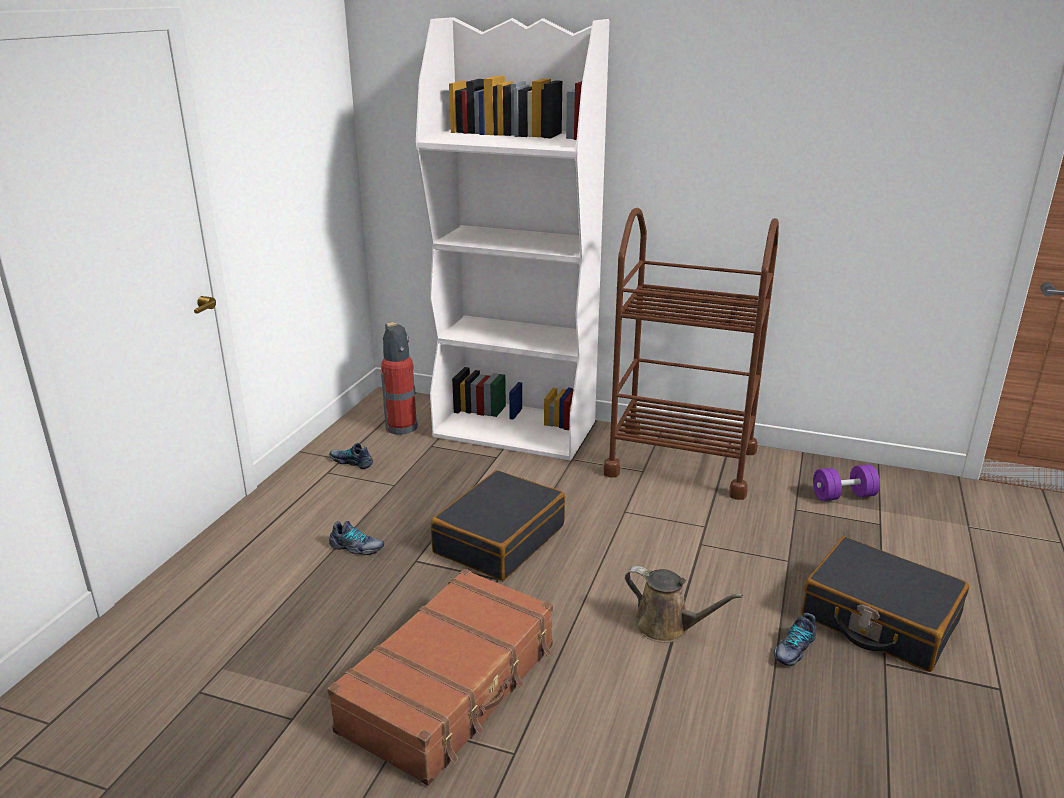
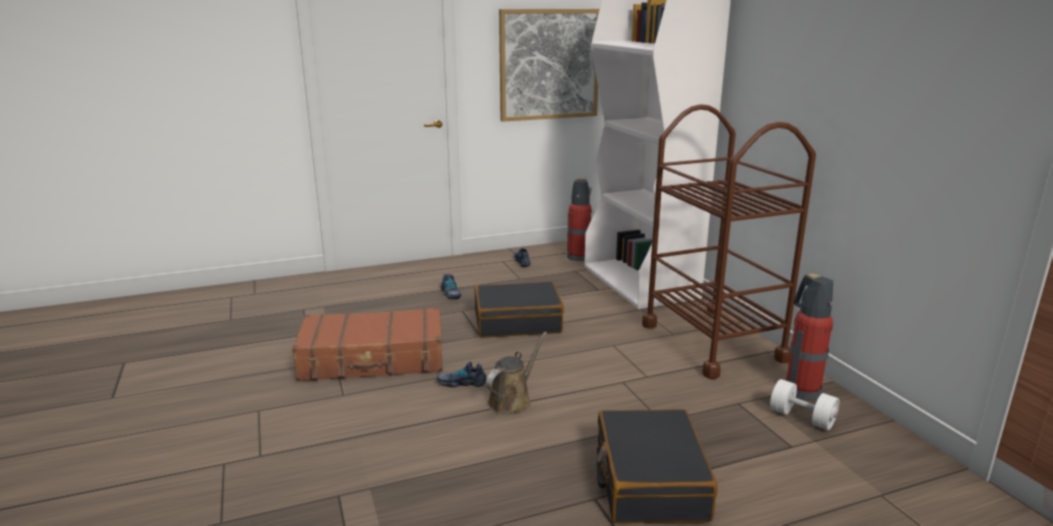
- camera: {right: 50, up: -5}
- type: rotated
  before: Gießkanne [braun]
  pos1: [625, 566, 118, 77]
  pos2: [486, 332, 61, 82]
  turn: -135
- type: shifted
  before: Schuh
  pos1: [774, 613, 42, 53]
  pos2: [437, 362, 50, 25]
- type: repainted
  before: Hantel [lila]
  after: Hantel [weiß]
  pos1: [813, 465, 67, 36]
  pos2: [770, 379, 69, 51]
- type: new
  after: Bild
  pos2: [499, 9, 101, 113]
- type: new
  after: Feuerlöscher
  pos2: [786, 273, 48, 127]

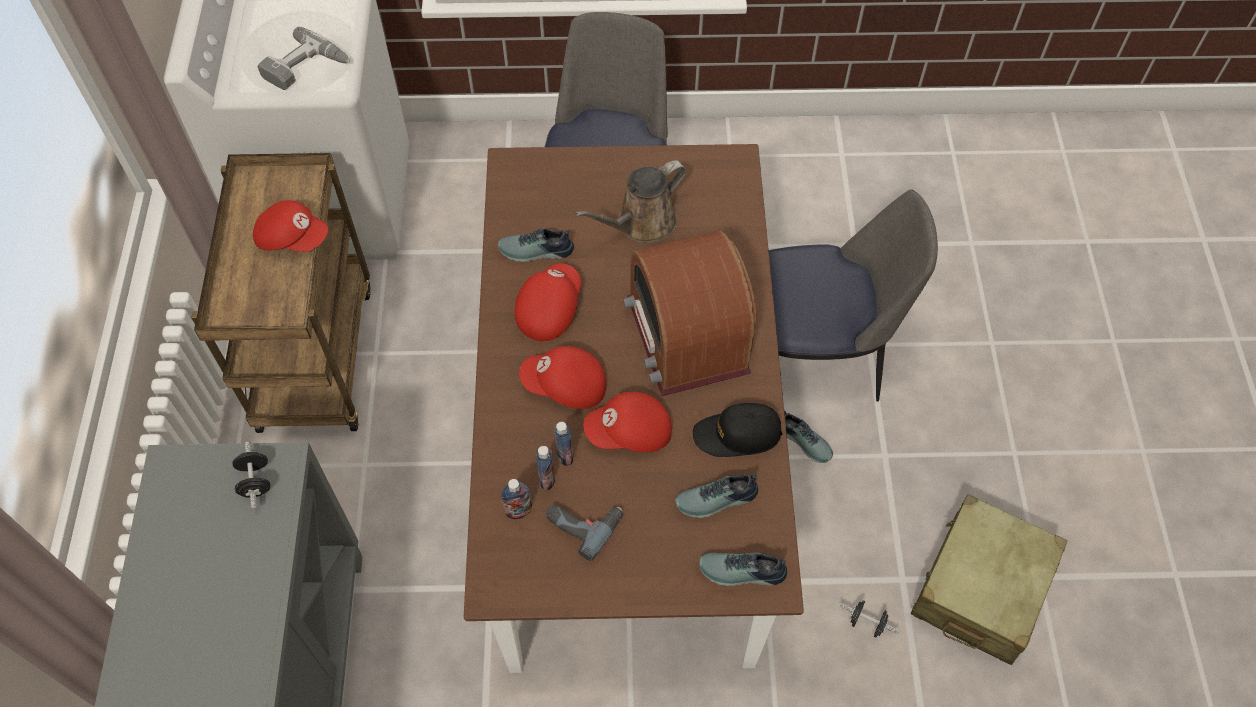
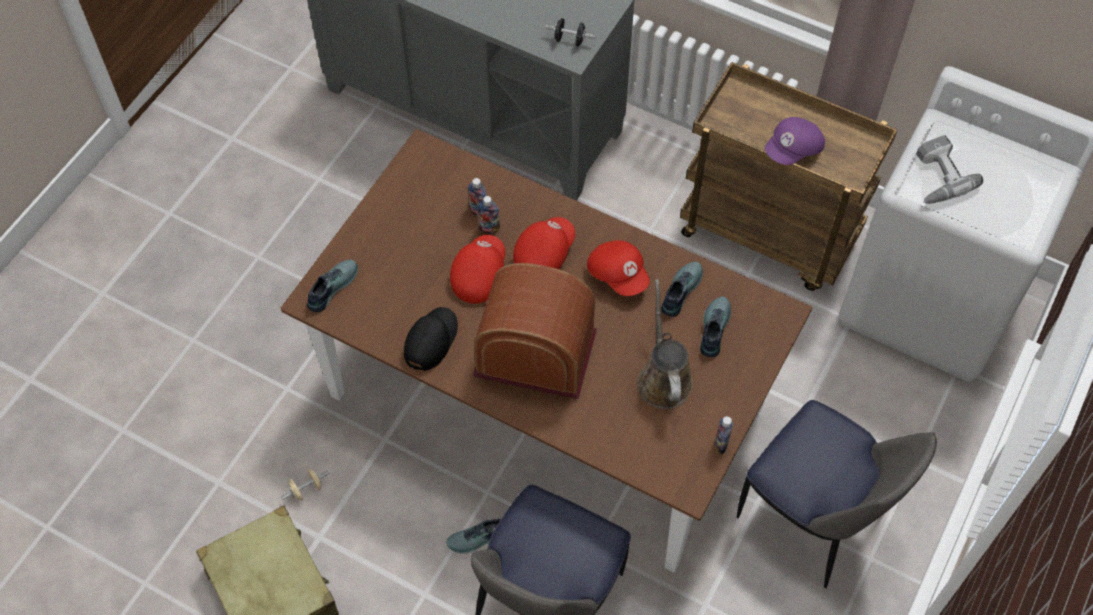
- camera: {right: 120, up: 0}
- type: repainted
  before: Kappe [rot]
  after: Kappe [lila]
  pos1: [253, 200, 75, 52]
  pos2: [765, 117, 60, 48]
- type: shifted
  before: Flasche
  pos1: [501, 479, 31, 40]
  pos2: [714, 416, 19, 38]
- type: gone
  before: Bohrmaschine
  pos1: [545, 504, 78, 57]
- type: shifted
  before: Schuh
  pos1: [675, 474, 83, 44]
  pos2: [700, 296, 31, 61]
- type: repainted
  before: Hantel [schwarz]
  after: Hantel [beige]
  pos1: [840, 600, 59, 37]
  pos2: [281, 469, 48, 32]

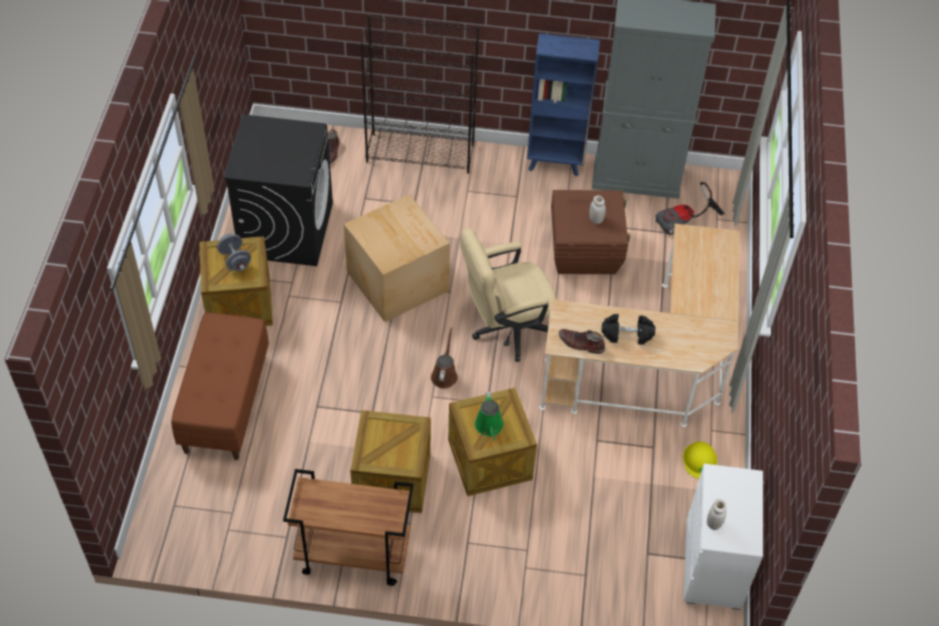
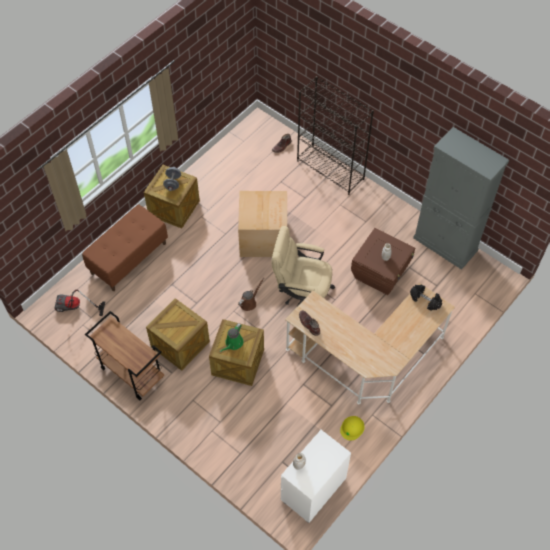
- camera: {right: 35, up: 5}
- type: gone
  before: Waschmaschine [schwarz]
  pos1: [223, 114, 110, 152]
- type: gone
  before: Bücherregal [blau]
  pos1: [527, 33, 73, 143]
- type: shifted
  before: Hantel [schwarz]
  pos1: [602, 314, 53, 31]
  pos2: [410, 285, 32, 26]
- type: shifted
  before: Staubsauger
  pos1: [655, 182, 70, 53]
  pos2: [54, 290, 51, 26]

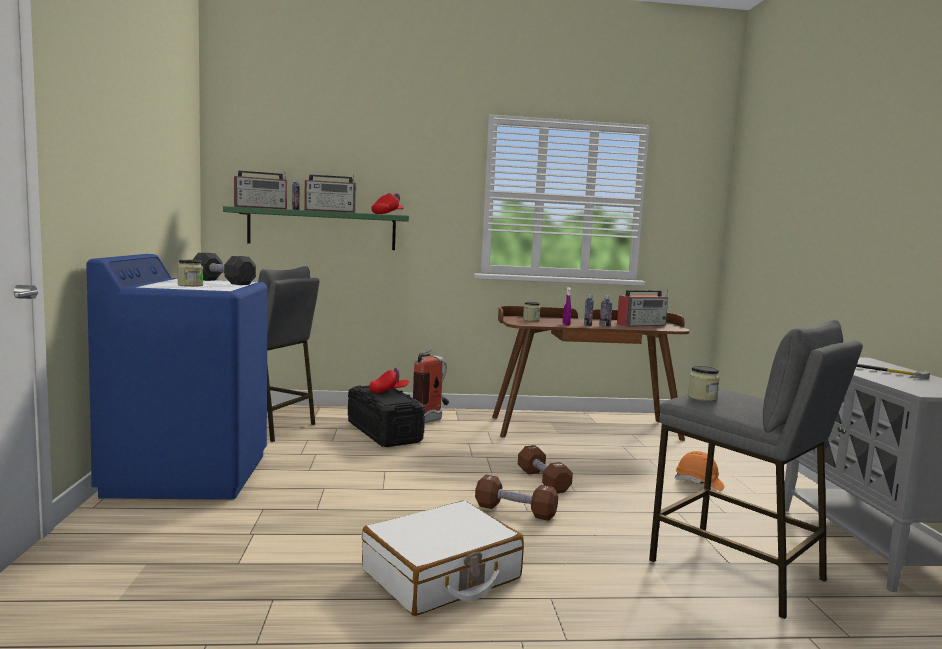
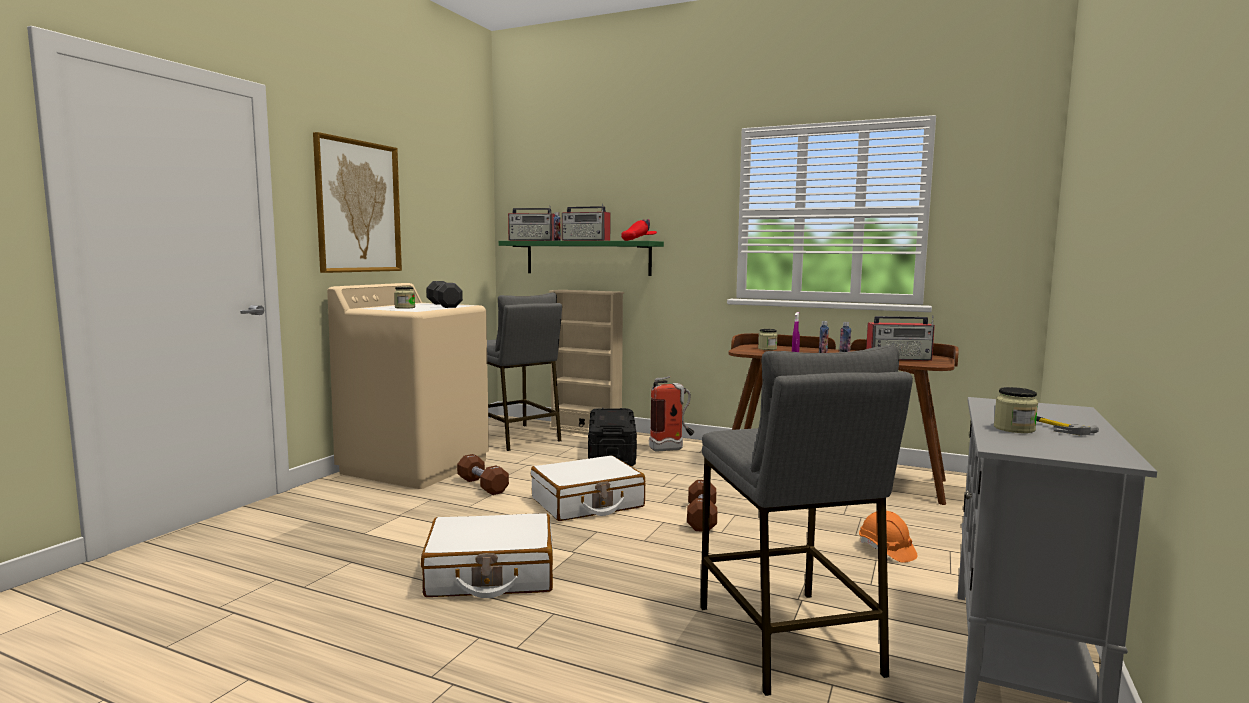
- camera: {right: 30, up: 0}
- type: repainted
  before: Waschmaschine [blau]
  after: Waschmaschine [beige]
  pos1: [86, 254, 181, 246]
  pos2: [327, 283, 162, 206]
- type: gone
  before: Kappe [rot]
  pos1: [369, 368, 40, 25]
- type: shifted
  before: Hantel [braun]
  pos1: [475, 475, 83, 46]
  pos2: [457, 454, 52, 41]
- type: shifted
  before: Vorratsglas
  pos1: [688, 366, 32, 35]
  pos2: [994, 387, 44, 46]
- type: new
  after: Bild
  pos2: [313, 132, 89, 141]
- type: new
  after: Koffer [weiß]
  pos2: [531, 456, 114, 65]
- type: new
  after: Bücherregal [beige]
  pos2: [549, 290, 75, 144]

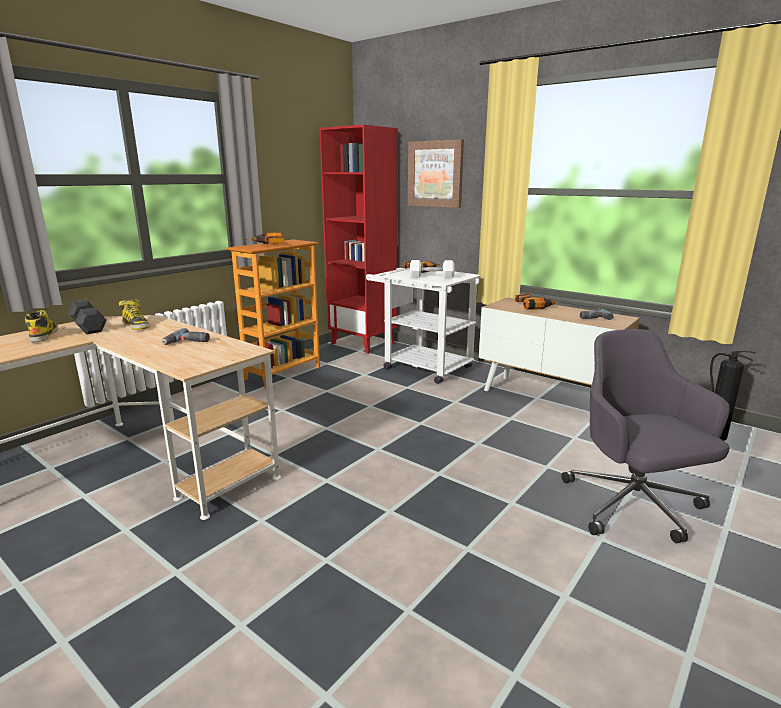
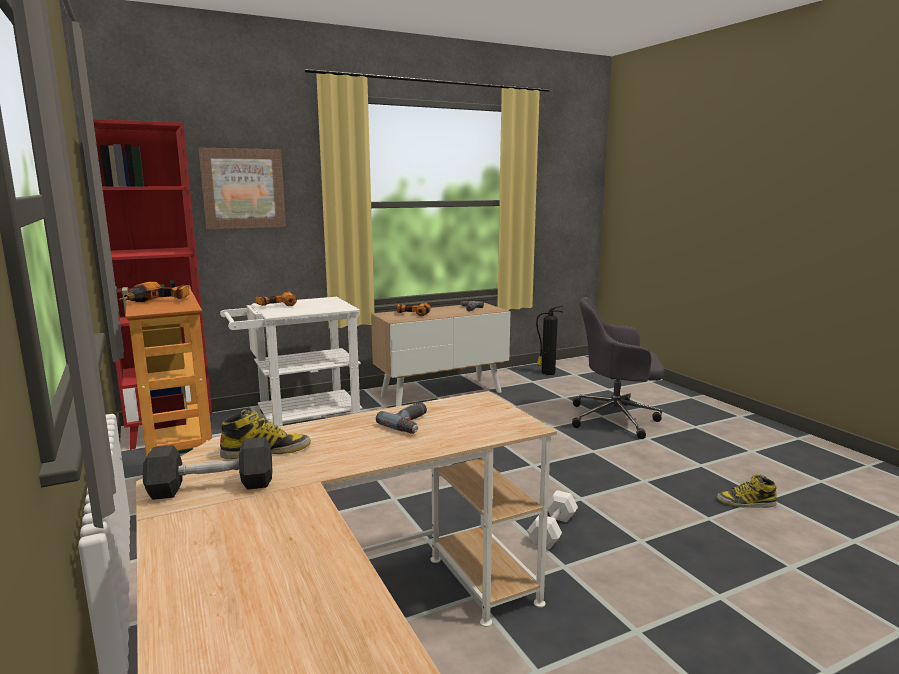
- camera: {right: -65, up: -5}
- type: shifted
  before: Stiefel
  pos1: [25, 310, 33, 32]
  pos2: [717, 474, 60, 34]
- type: shifted
  before: Hantel [weiß]
  pos1: [410, 260, 45, 18]
  pos2: [527, 490, 51, 59]

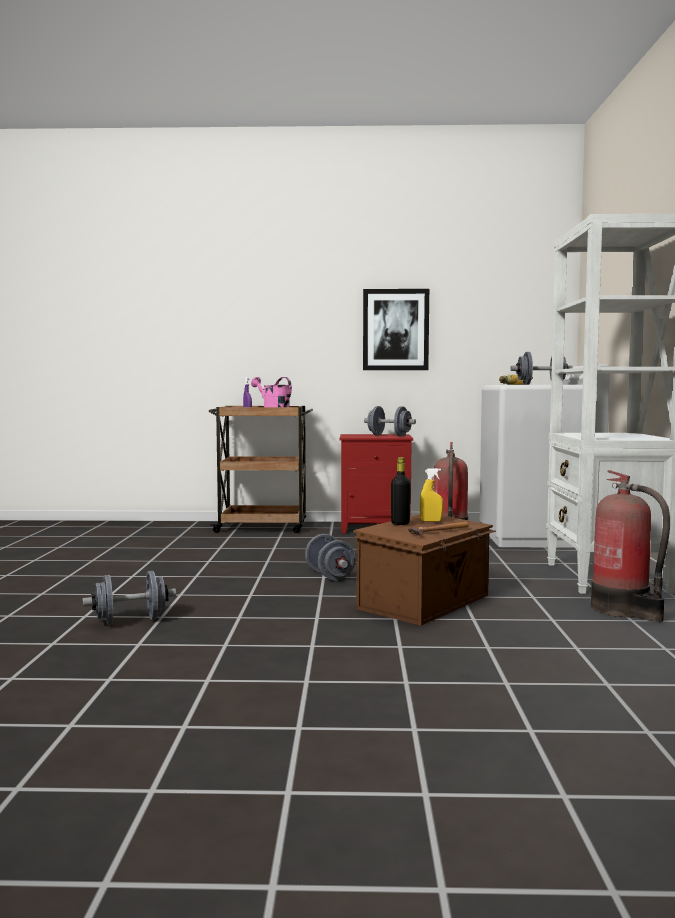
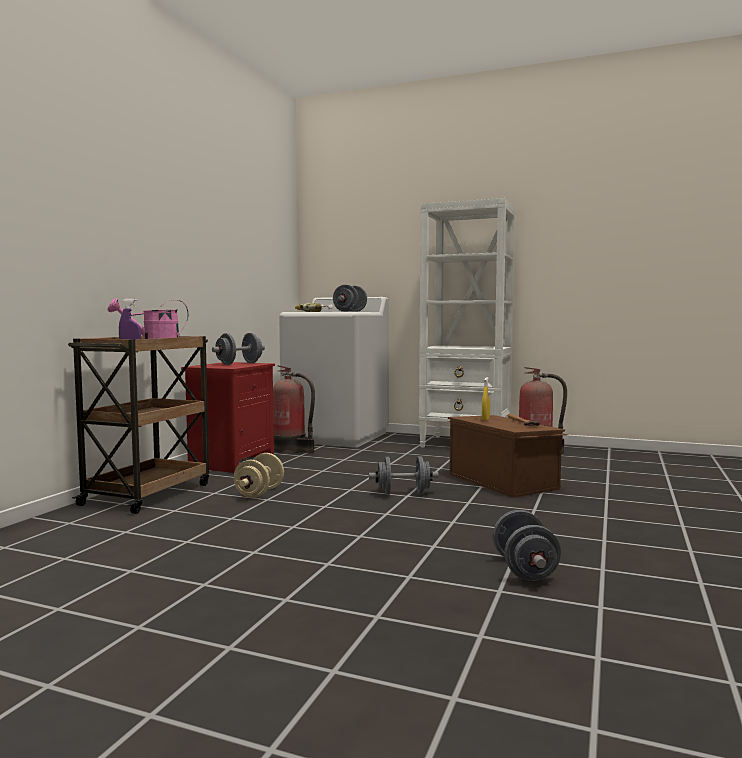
- camera: {right: -70, up: 0}
- type: gone
  before: Bild
  pos1: [363, 289, 66, 81]
- type: gone
  before: Flasche [schwarz]
  pos1: [391, 457, 20, 68]
- type: new
  after: Hantel [beige]
  pos2: [234, 453, 50, 45]

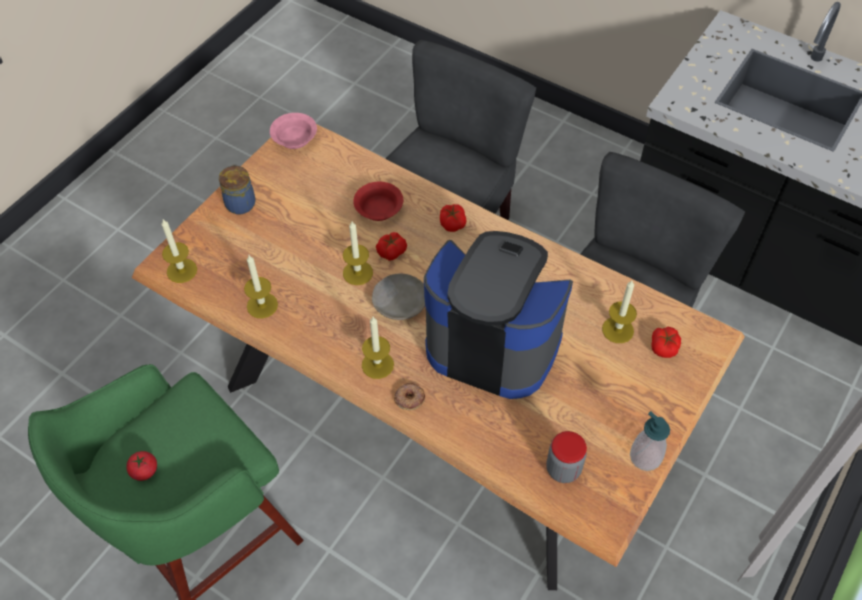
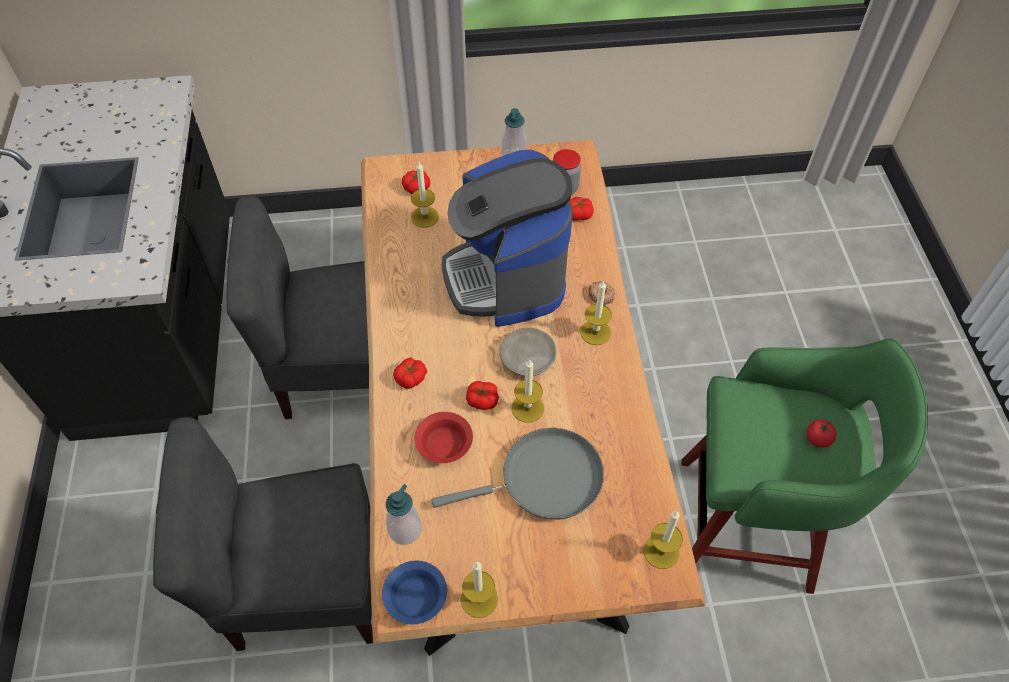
- camera: {right: -130, up: 0}
- type: gone
  before: Vorratsglas
  pos1: [219, 164, 37, 50]
- type: shifted
  before: Kerze
  pos1: [244, 255, 34, 64]
  pos2: [461, 562, 37, 56]
- type: repainted
  before: Schüssel [rosa]
  after: Schüssel [blau]
  pos1: [270, 113, 47, 36]
  pos2: [382, 561, 65, 63]
- type: new
  after: Seifenspender
  pos2: [386, 484, 36, 61]
- type: new
  after: Pfanne [grau]
  pos2: [431, 428, 173, 92]
- type: new
  after: Tomate
  pos2: [569, 197, 25, 24]

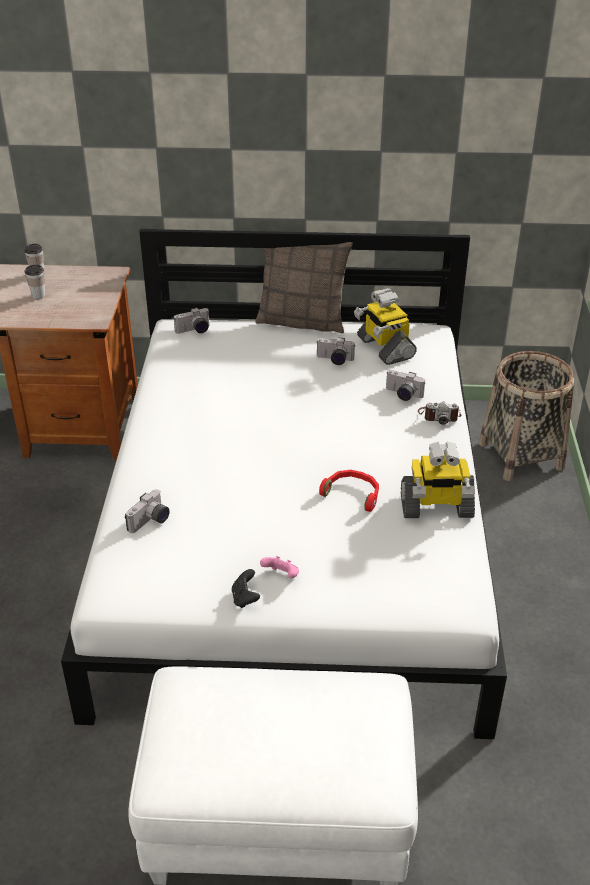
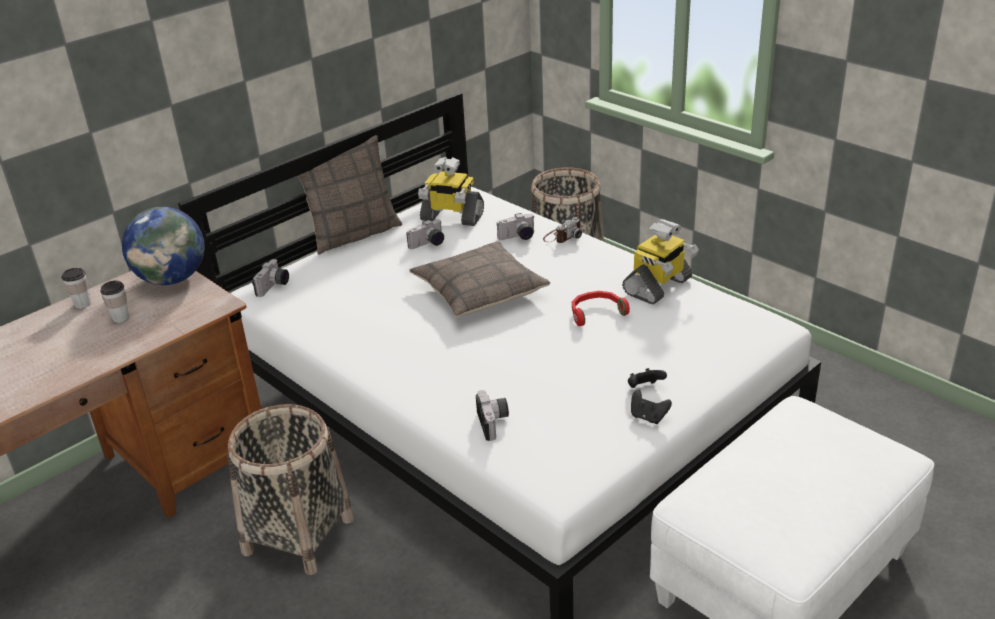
- camera: {right: -45, up: -5}
- type: repainted
  before: Gamepad [rosa]
  after: Gamepad [schwarz]
  pos1: [260, 556, 39, 22]
  pos2: [628, 368, 39, 20]
- type: new
  after: Globus
  pos2: [122, 207, 82, 78]
- type: new
  after: Korb
  pos2: [227, 404, 127, 171]
- type: new
  after: Kissen
  pos2: [409, 241, 141, 76]

